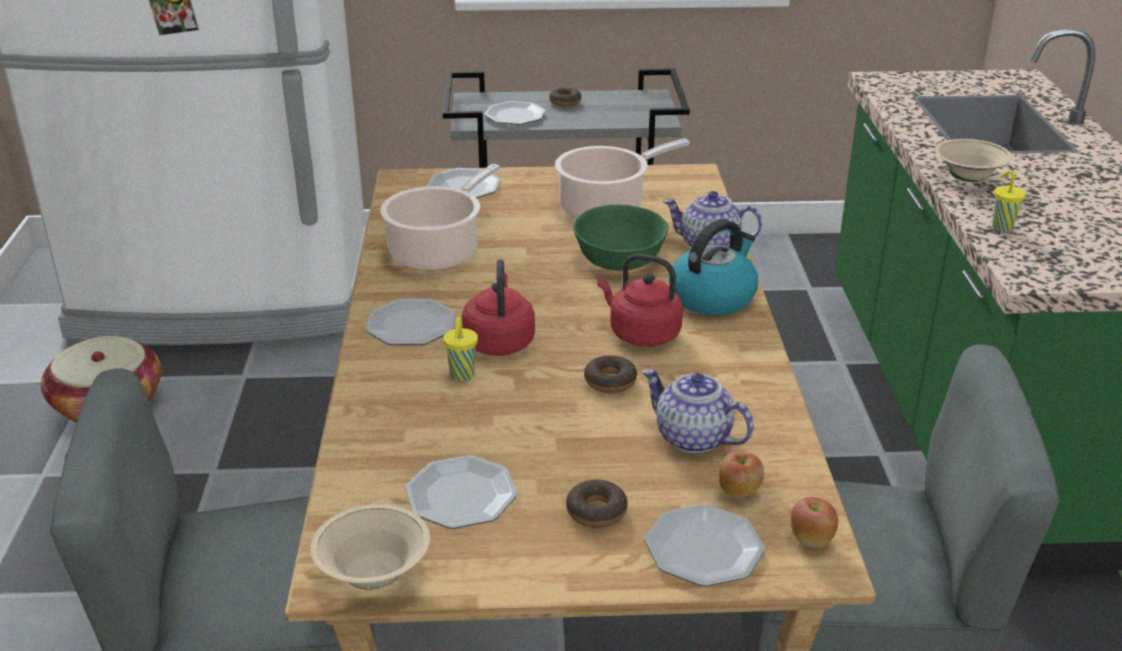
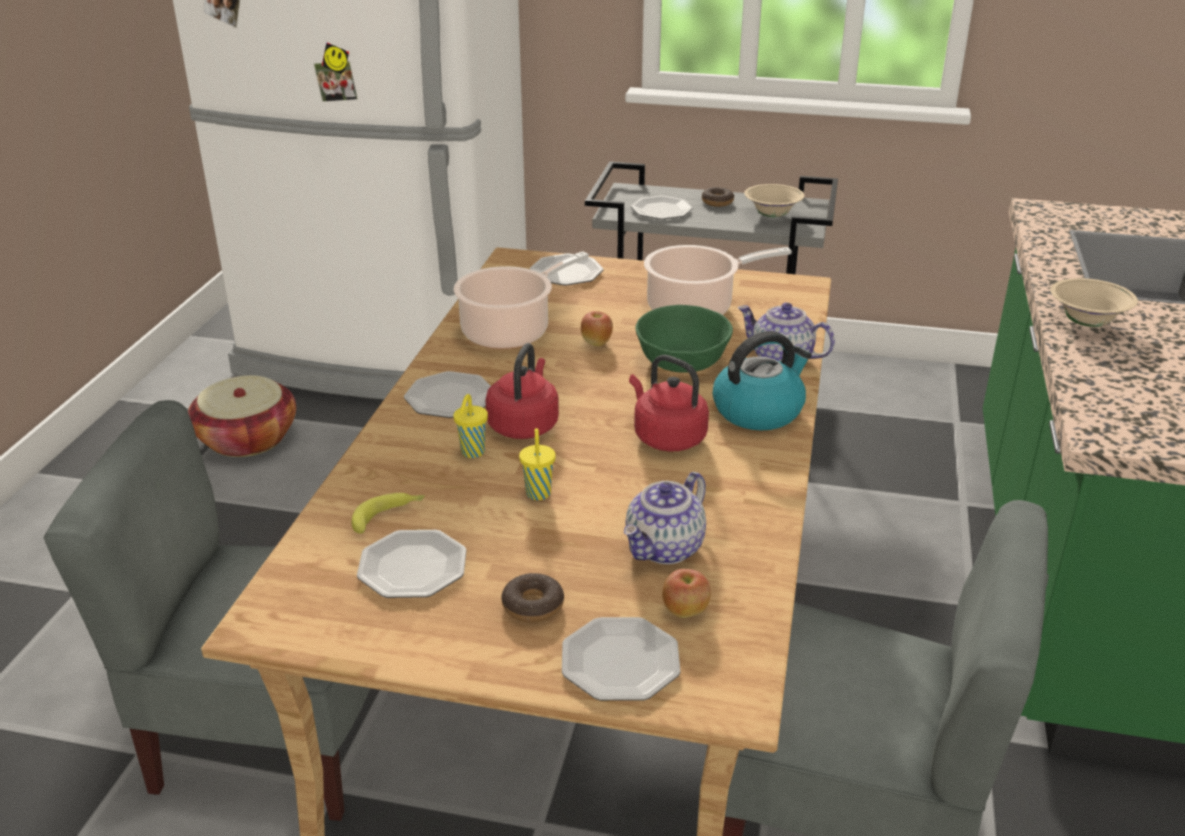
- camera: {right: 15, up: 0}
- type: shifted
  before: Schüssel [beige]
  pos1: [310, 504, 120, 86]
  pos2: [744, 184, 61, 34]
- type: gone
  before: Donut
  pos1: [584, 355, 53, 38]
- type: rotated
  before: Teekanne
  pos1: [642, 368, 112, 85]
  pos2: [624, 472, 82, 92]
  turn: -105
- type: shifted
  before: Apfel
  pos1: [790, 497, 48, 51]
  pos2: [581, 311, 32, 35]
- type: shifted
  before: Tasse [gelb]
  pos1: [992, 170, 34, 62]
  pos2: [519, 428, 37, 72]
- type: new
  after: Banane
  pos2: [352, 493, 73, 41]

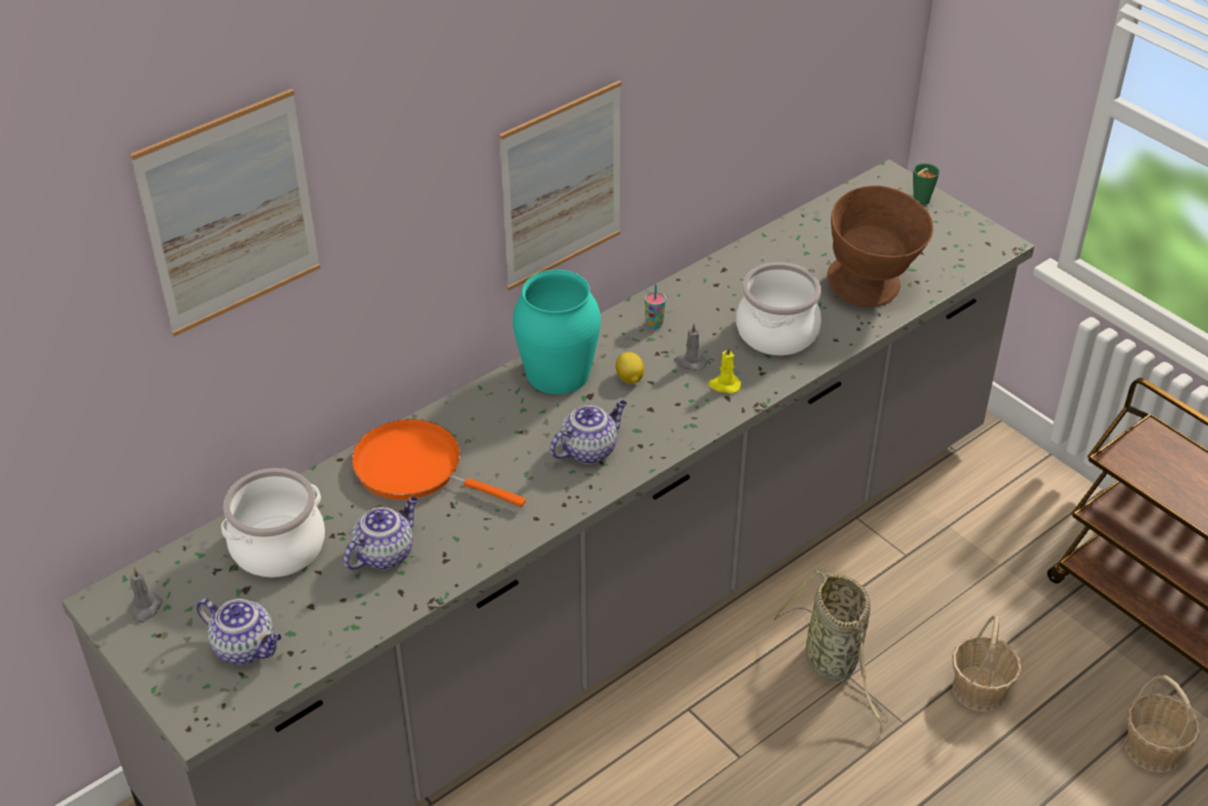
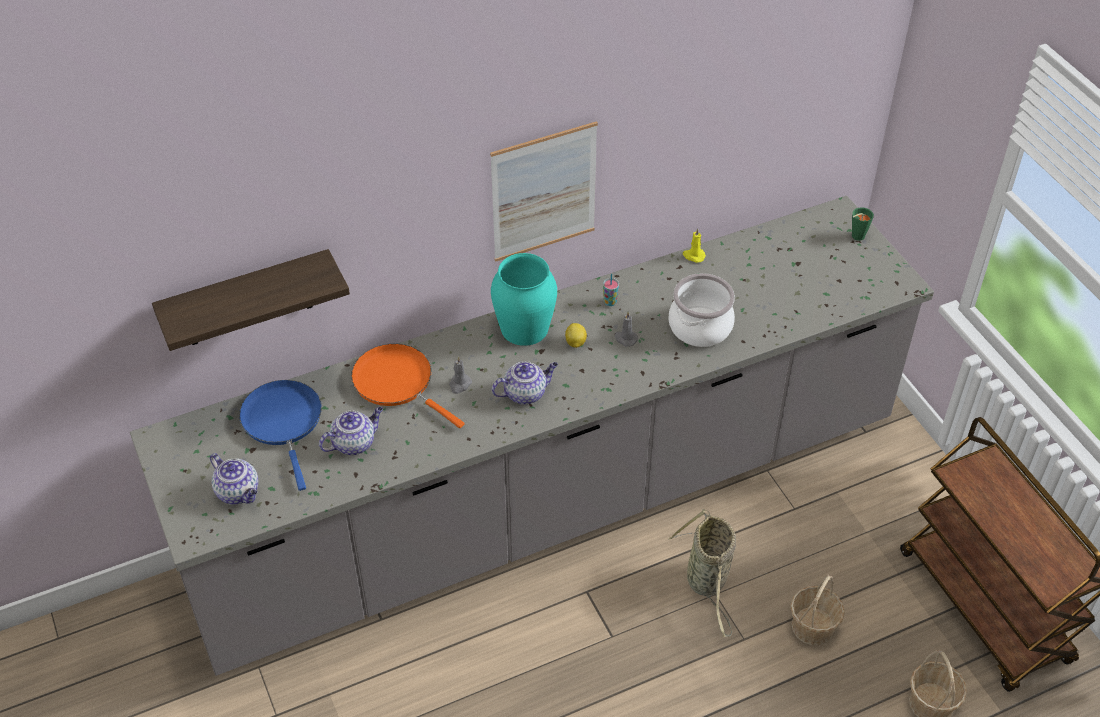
- camera: {right: 15, up: 5}
- type: shifted
  before: Kerze [grau]
  pos1: [129, 567, 34, 56]
  pos2: [449, 356, 23, 38]
- type: gone
  before: Bild
  pos1: [130, 89, 190, 248]
- type: swapped
  before: Kochtopf
  after: Pfanne [blau]
  pos1: [221, 468, 104, 109]
  pos2: [239, 380, 83, 111]
- type: shifted
  before: Kerze [gelb]
  pos1: [708, 345, 33, 48]
  pos2: [683, 228, 23, 35]
- type: gone
  before: Schüssel [braun]
  pos1: [827, 186, 107, 121]
- type: new
  after: Wandregal
  pos2: [152, 249, 198, 102]

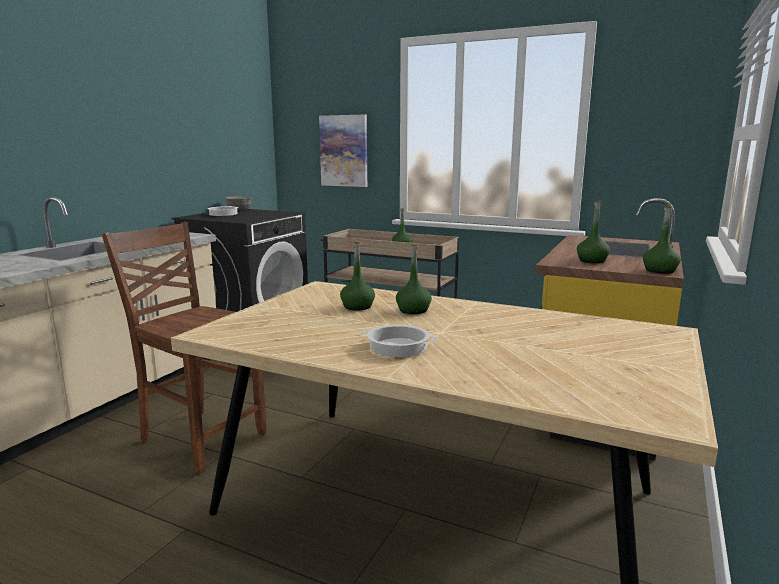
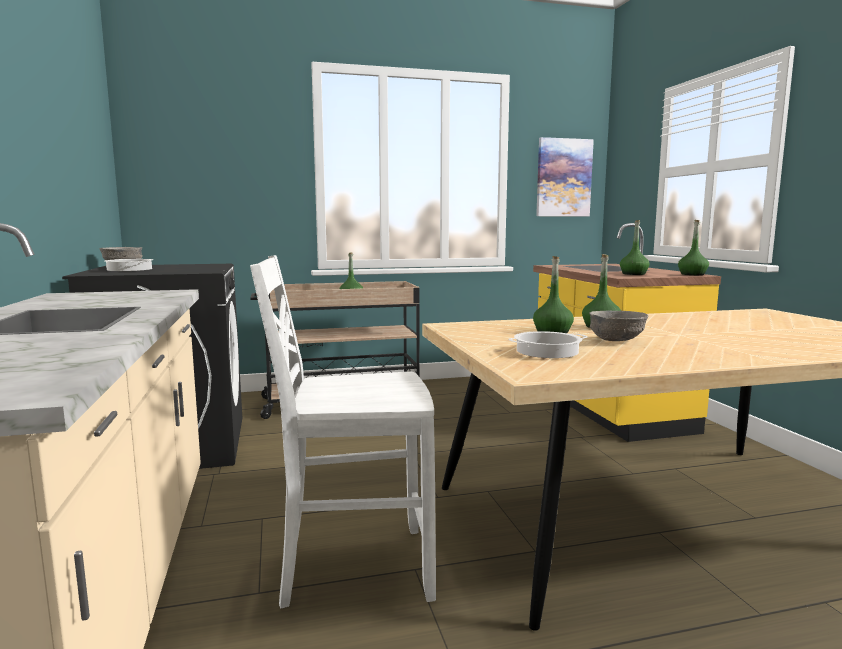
- camera: {right: -40, up: -5}
- type: repainted
  before: Stuhl [braun]
  after: Stuhl [weiß]
  pos1: [102, 222, 165, 252]
  pos2: [250, 255, 186, 353]
- type: shifted
  before: Bild
  pos1: [319, 115, 48, 72]
  pos2: [536, 137, 58, 80]
- type: shifted
  before: Kochtopf
  pos1: [361, 325, 77, 32]
  pos2: [508, 331, 80, 27]
- type: new
  after: Schüssel [grau]
  pos2: [589, 311, 60, 30]

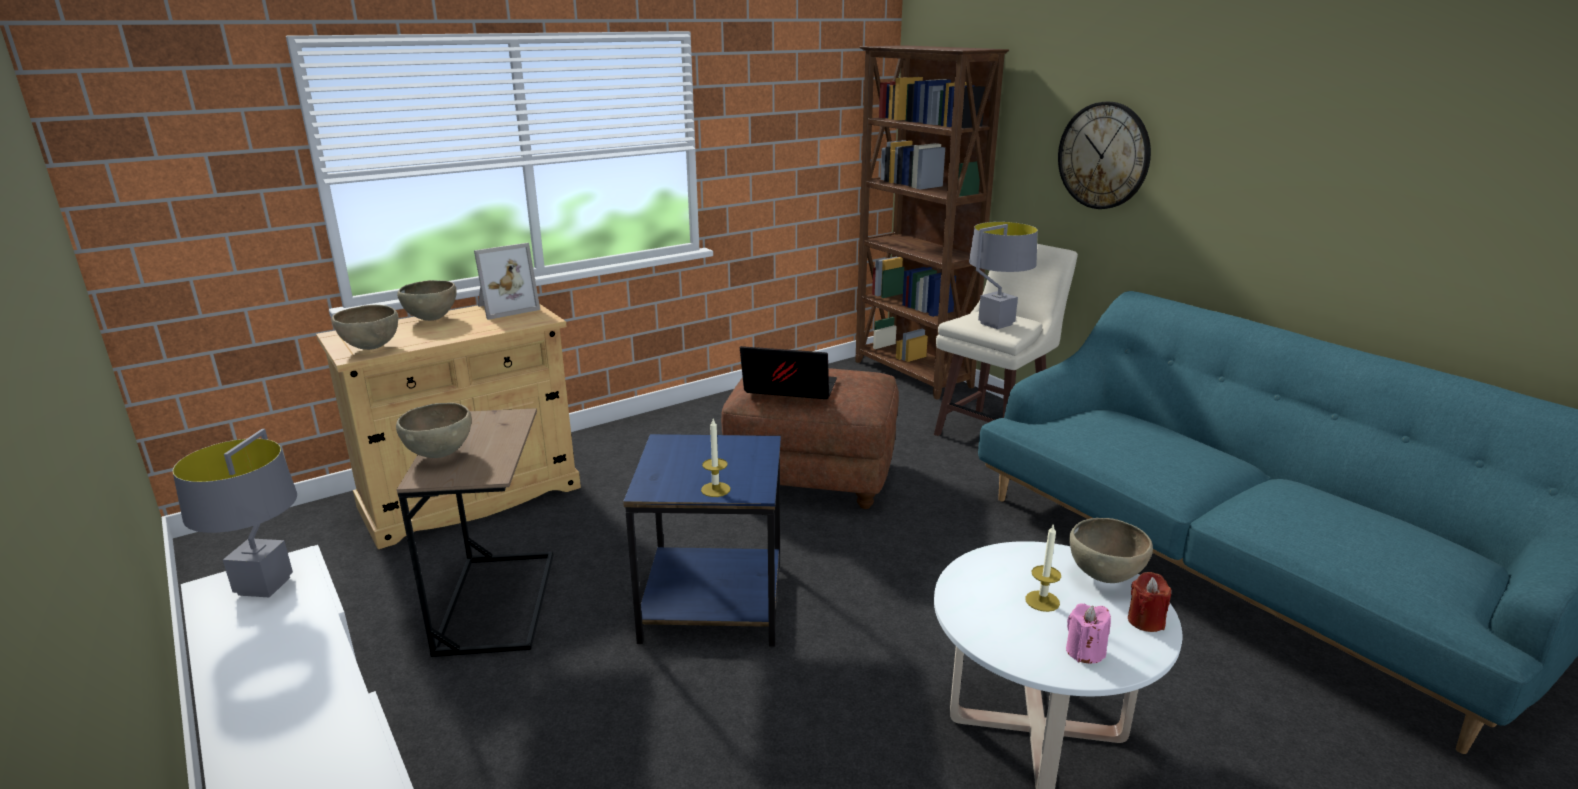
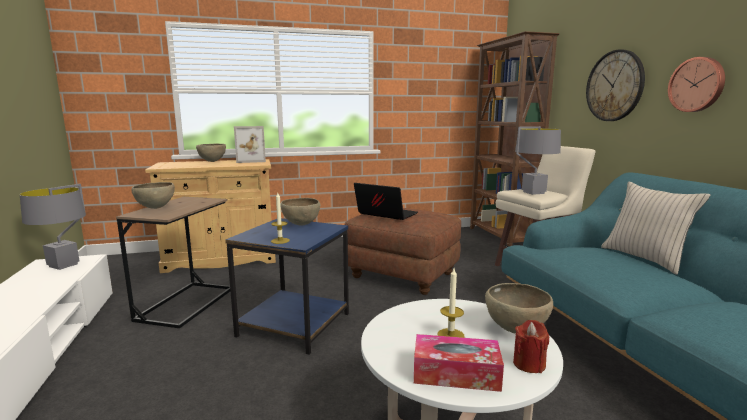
- camera: {right: 20, up: -10}
- type: shifted
  before: Schüssel [braun]
  pos1: [332, 305, 67, 45]
  pos2: [280, 198, 41, 27]
- type: swapped
  before: Kerze [rosa]
  after: Taschentuchbox
  pos1: [1066, 603, 45, 60]
  pos2: [414, 334, 90, 58]
- type: new
  after: Kissen [beige]
  pos2: [601, 181, 110, 94]
- type: new
  after: Wanduhr
  pos2: [668, 57, 57, 55]

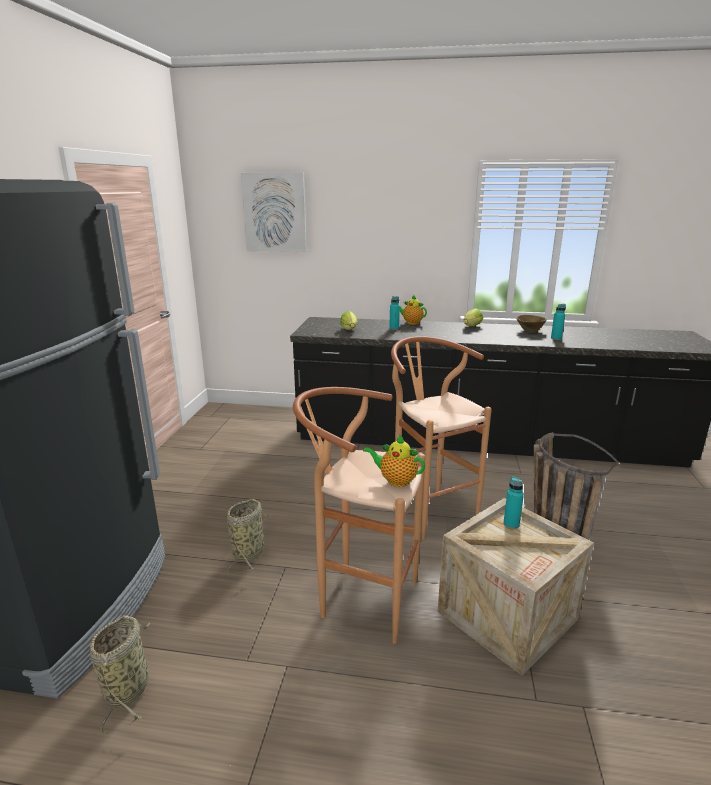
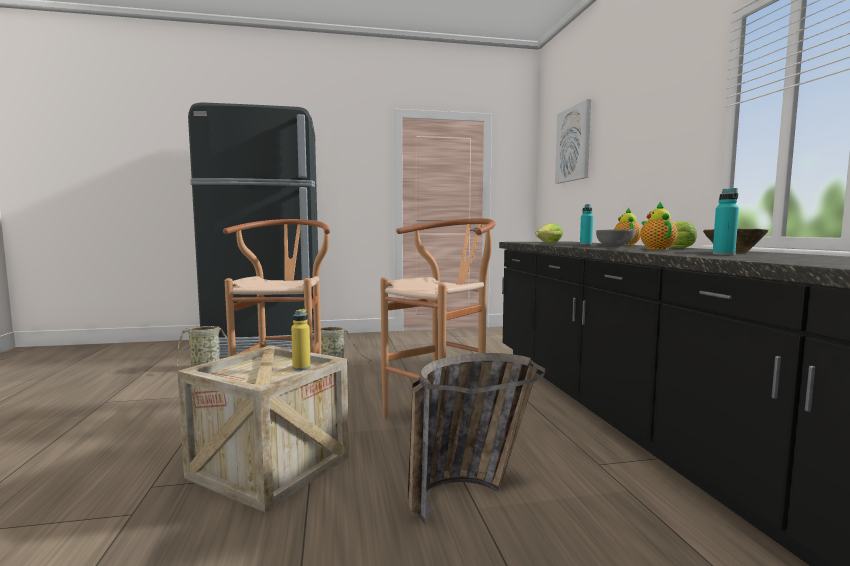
- camera: {right: 70, up: -15}
- type: shifted
  before: Teekanne
  pos1: [363, 435, 62, 52]
  pos2: [640, 202, 37, 48]
- type: repainted
  before: Flasche [türkis]
  after: Flasche [gelb]
  pos1: [503, 477, 21, 52]
  pos2: [291, 309, 20, 62]
- type: new
  after: Schüssel [grau]
  pos2: [596, 229, 40, 18]

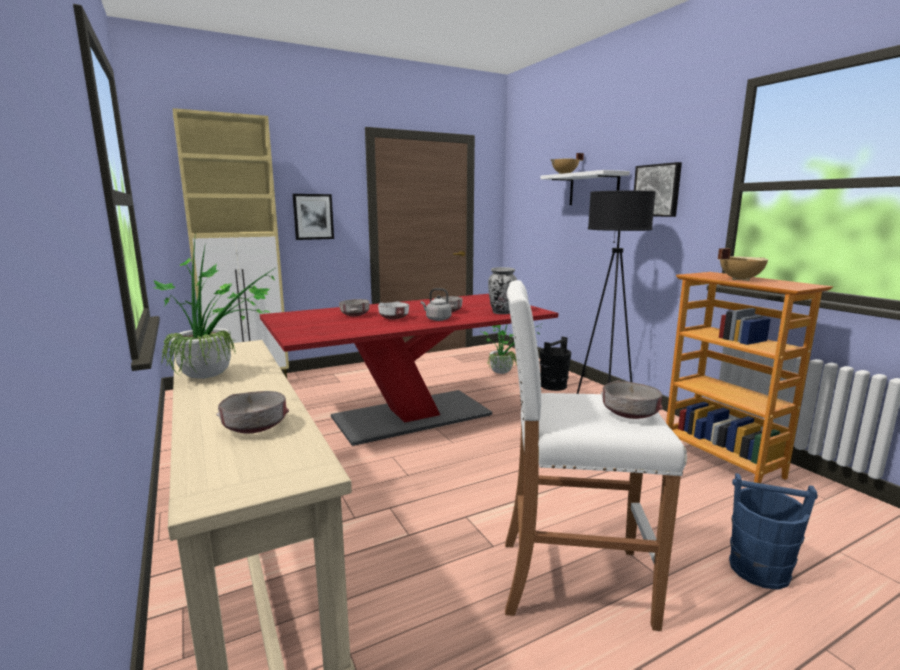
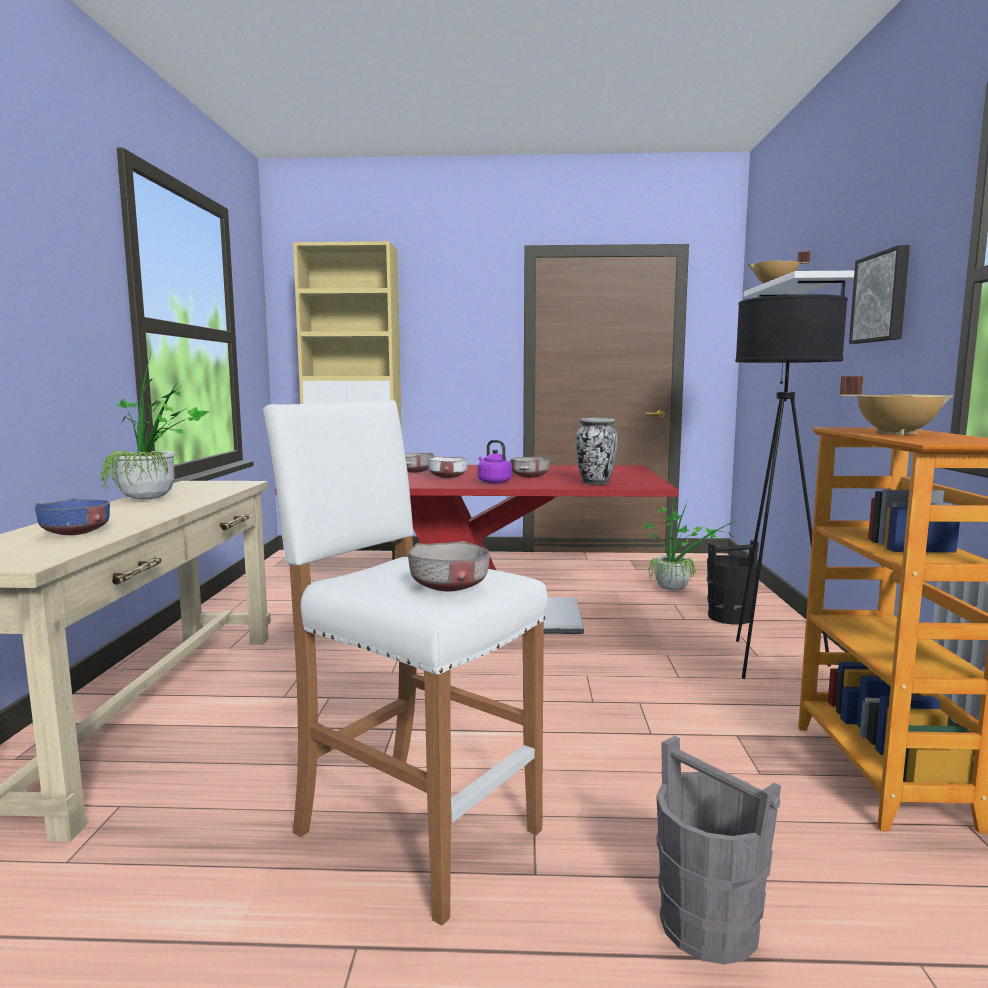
- camera: {right: 30, up: -5}
- type: repainted
  before: Schüssel [grau]
  after: Schüssel [blau]
  pos1: [216, 391, 73, 42]
  pos2: [35, 498, 75, 37]
- type: gone
  before: Bild
  pos1: [292, 194, 42, 46]
- type: repainted
  before: Wasserkessel [grau]
  after: Wasserkessel [lila]
  pos1: [421, 288, 30, 33]
  pos2: [478, 440, 34, 44]
- type: repainted
  before: Eimer [blau]
  after: Eimer [grau]
  pos1: [729, 473, 89, 117]
  pos2: [656, 736, 125, 229]

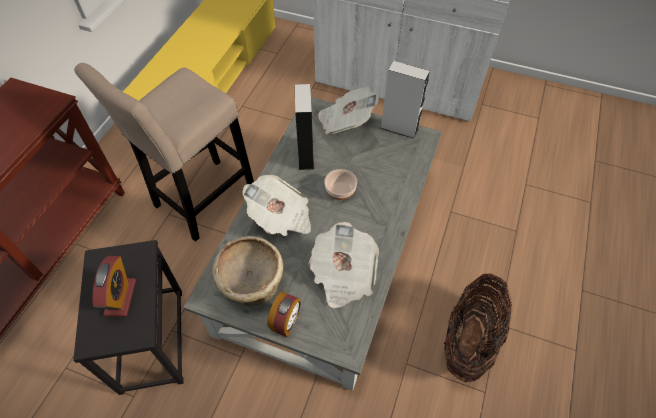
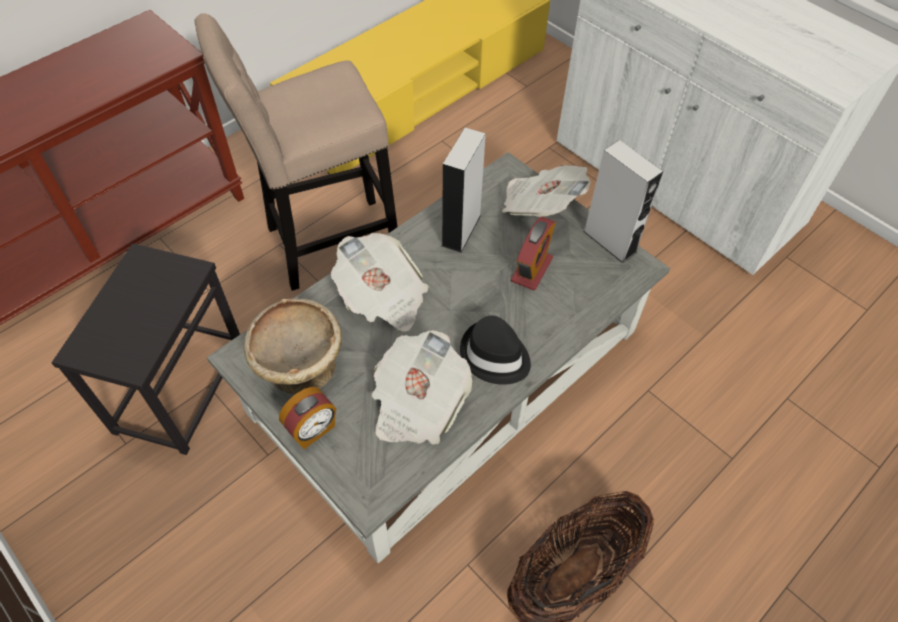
- camera: {right: 25, up: 0}
- type: shifted
  before: Wecker
  pos1: [92, 256, 44, 61]
  pos2: [511, 217, 45, 73]
- type: gone
  before: Schüssel
  pos1: [324, 169, 33, 31]
- type: new
  after: Hut [schwarz]
  pos2: [460, 316, 71, 69]

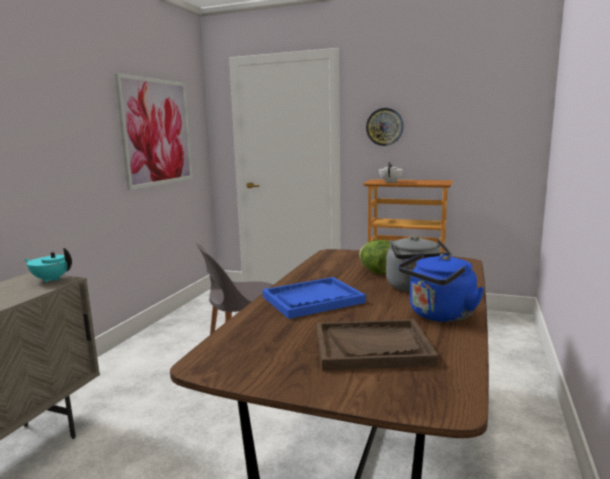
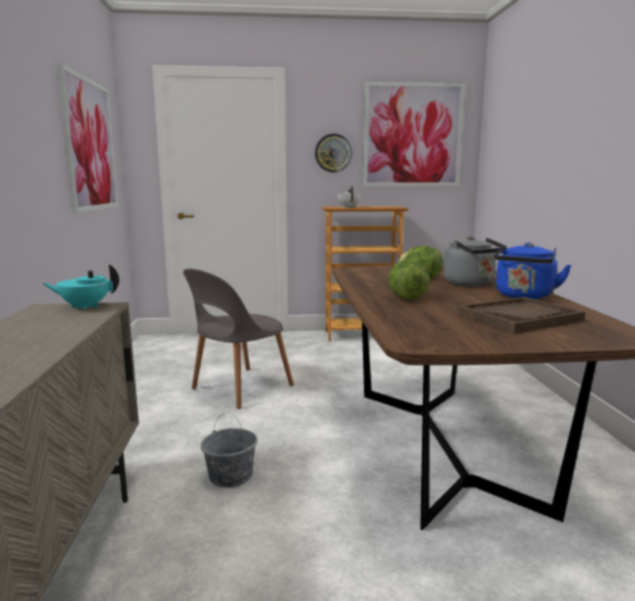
- camera: {right: -25, up: 0}
- type: swapped
  before: Tablett [blau]
  after: Salatkopf
  pos1: [263, 277, 103, 42]
  pos2: [388, 260, 42, 40]
- type: new
  after: Eimer [grau]
  pos2: [201, 412, 56, 76]
- type: new
  after: Bild
  pos2: [363, 82, 102, 104]

